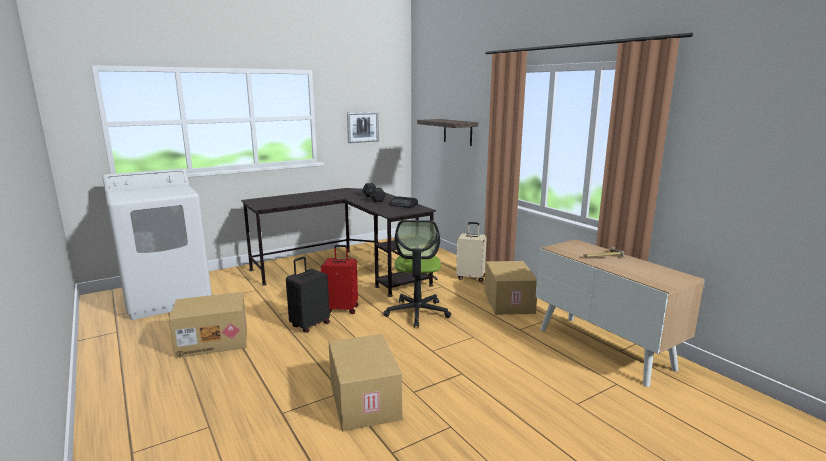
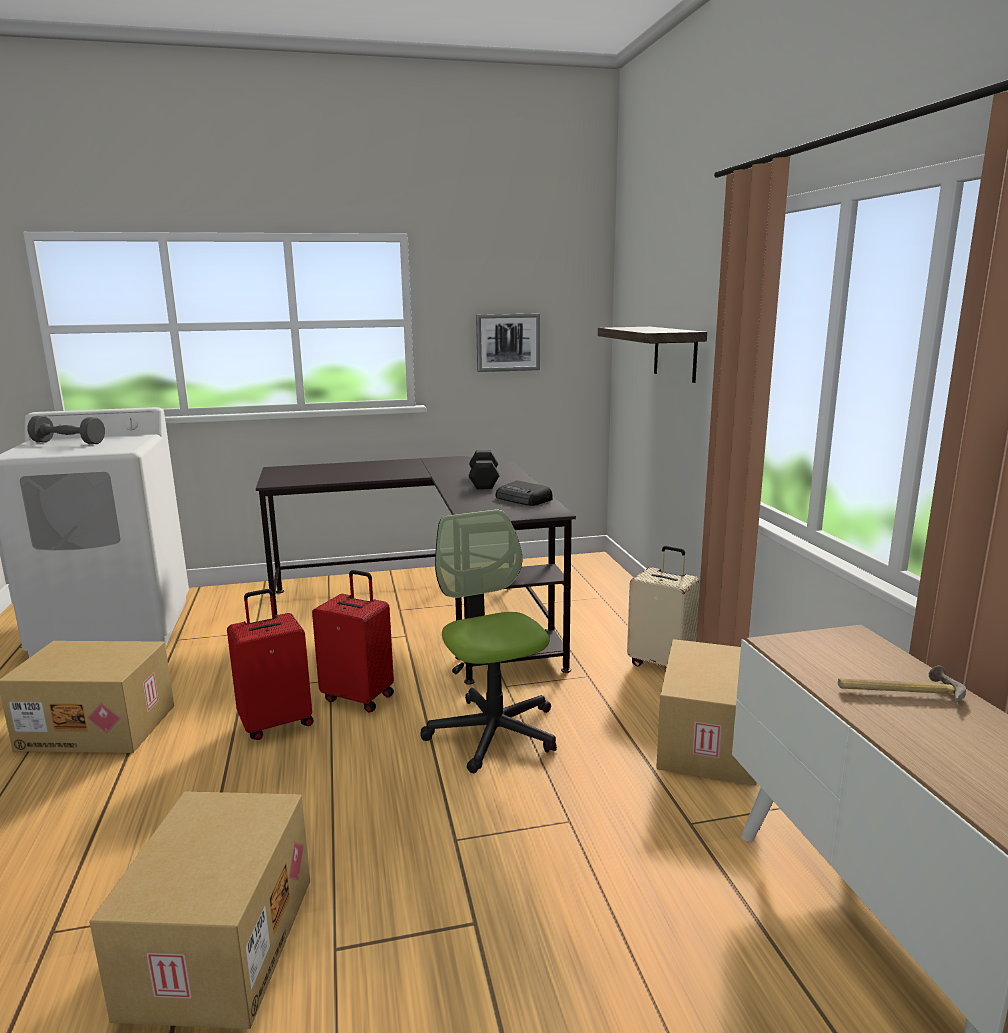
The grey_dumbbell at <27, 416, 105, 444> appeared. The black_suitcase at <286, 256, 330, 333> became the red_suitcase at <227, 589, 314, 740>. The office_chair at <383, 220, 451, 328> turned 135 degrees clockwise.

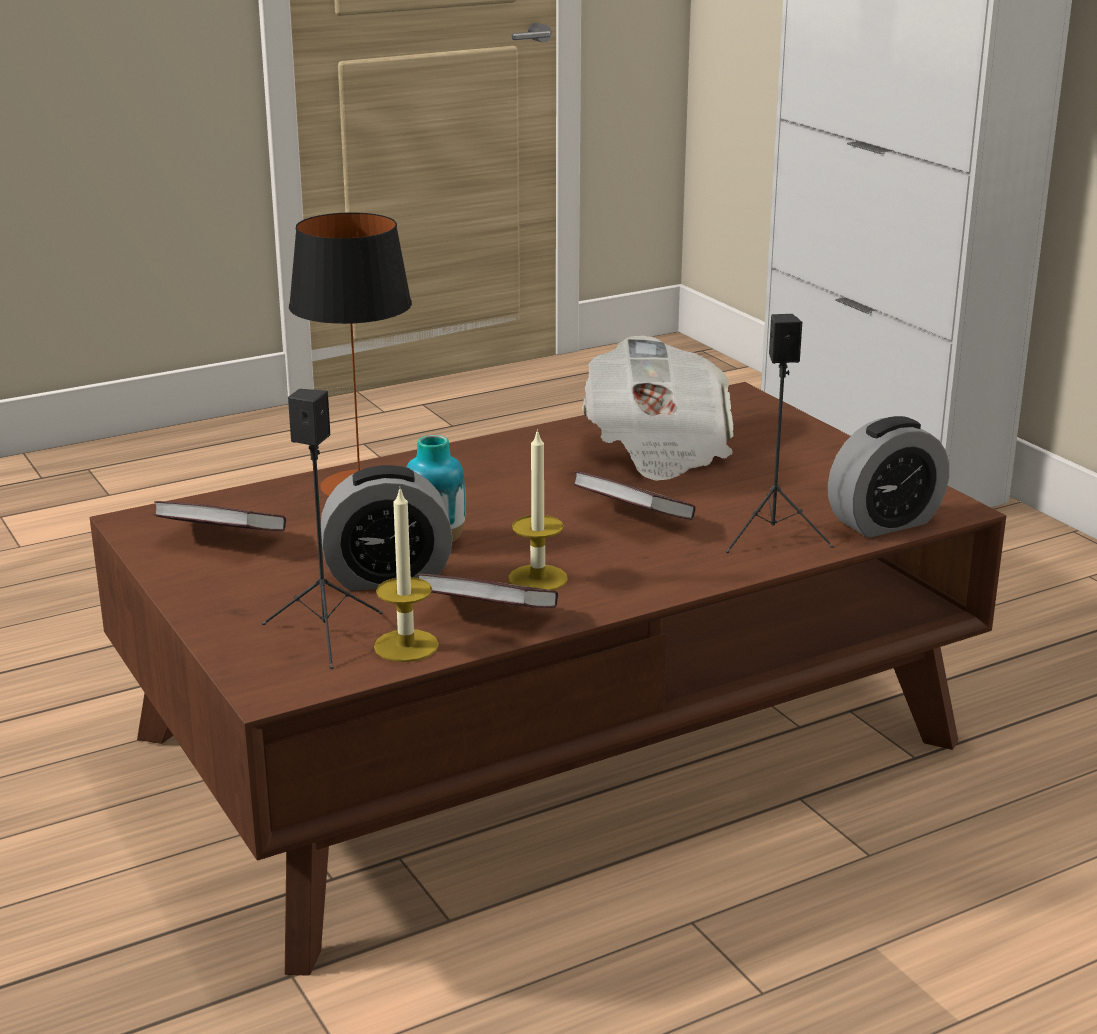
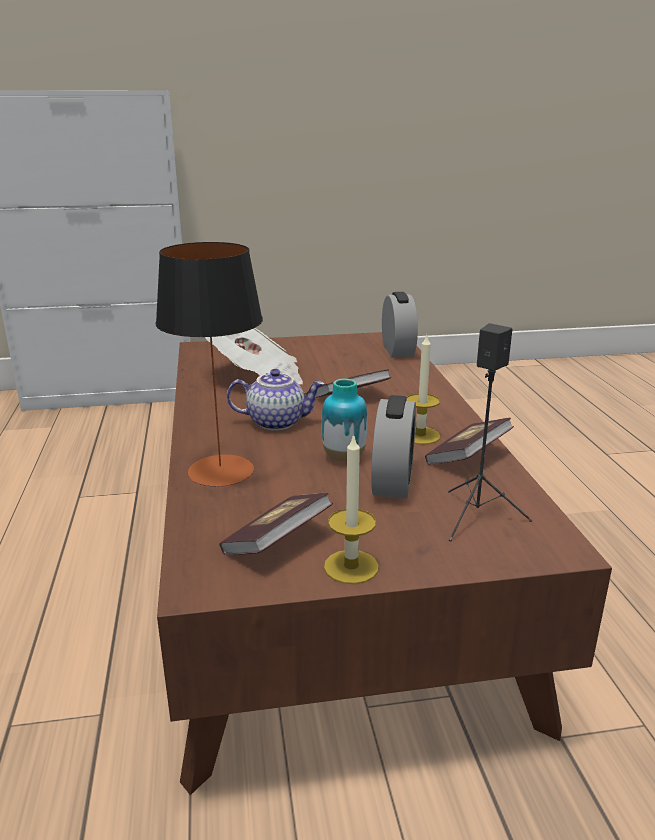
The black_speaker at <726, 314, 834, 553> disappeared. The teapot at <227, 369, 325, 431> appeared. The candle moved from <374, 486, 439, 662> to <324, 433, 379, 584>.

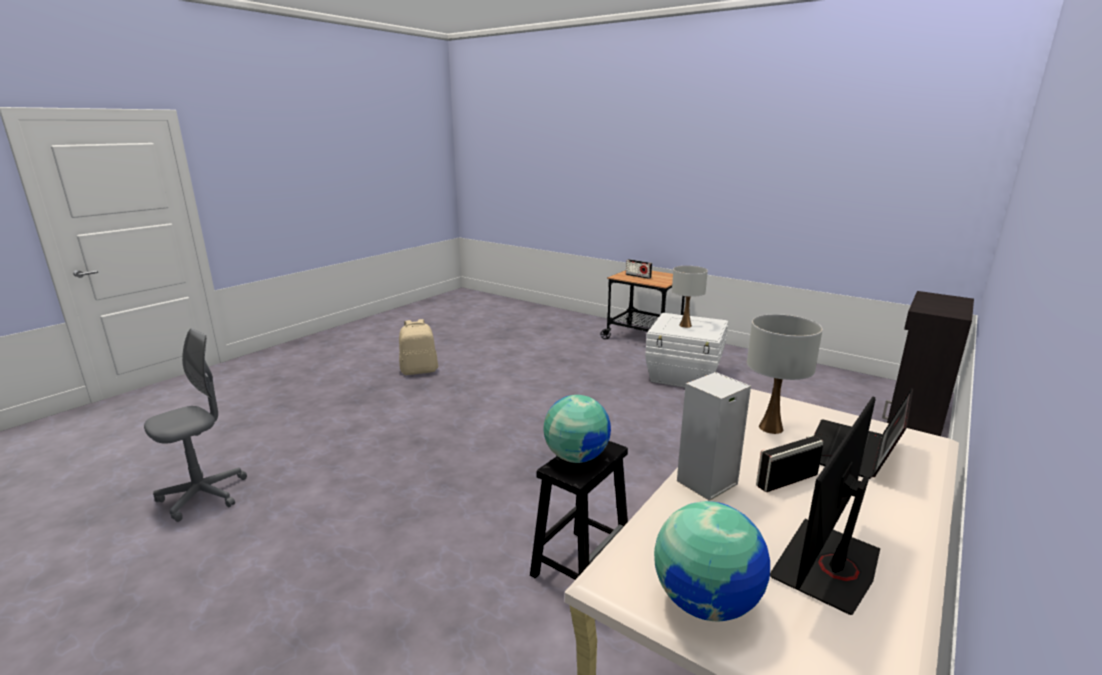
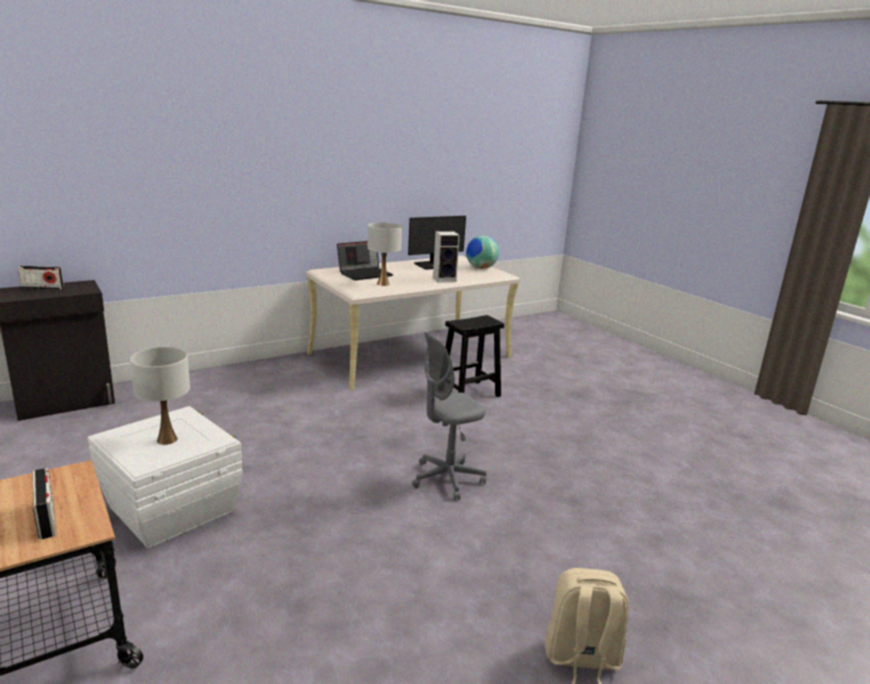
The globe at <543, 395, 611, 463> disappeared. The grey_office_chair moved from <144, 328, 247, 522> to <412, 332, 487, 500>. The radio moved from <756, 435, 823, 492> to <18, 266, 64, 290>.

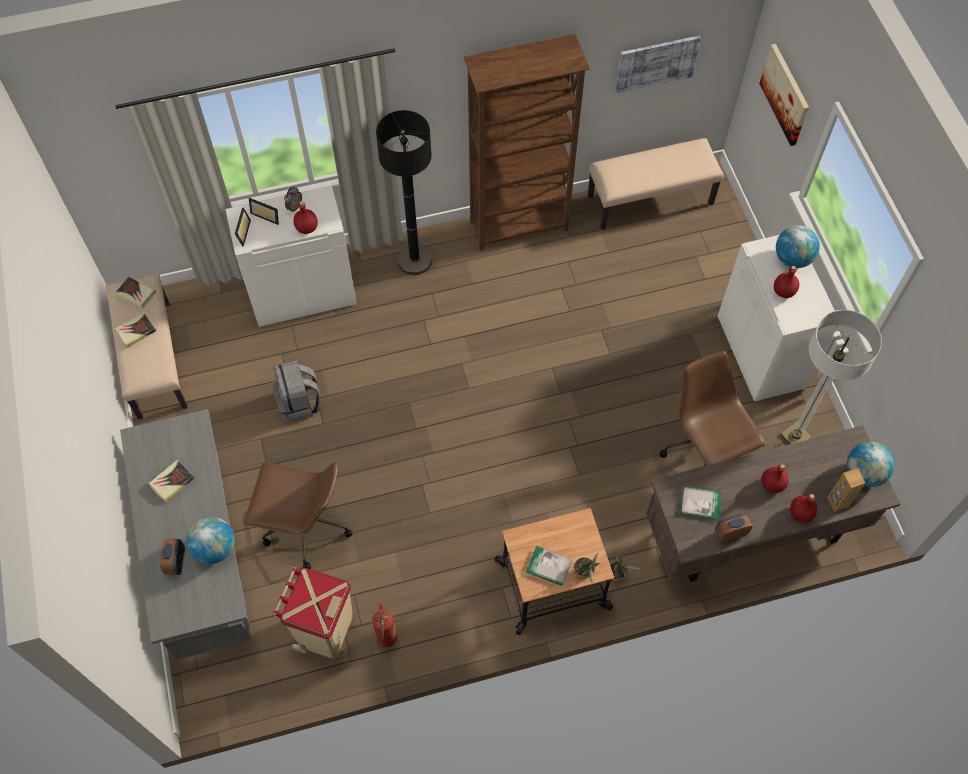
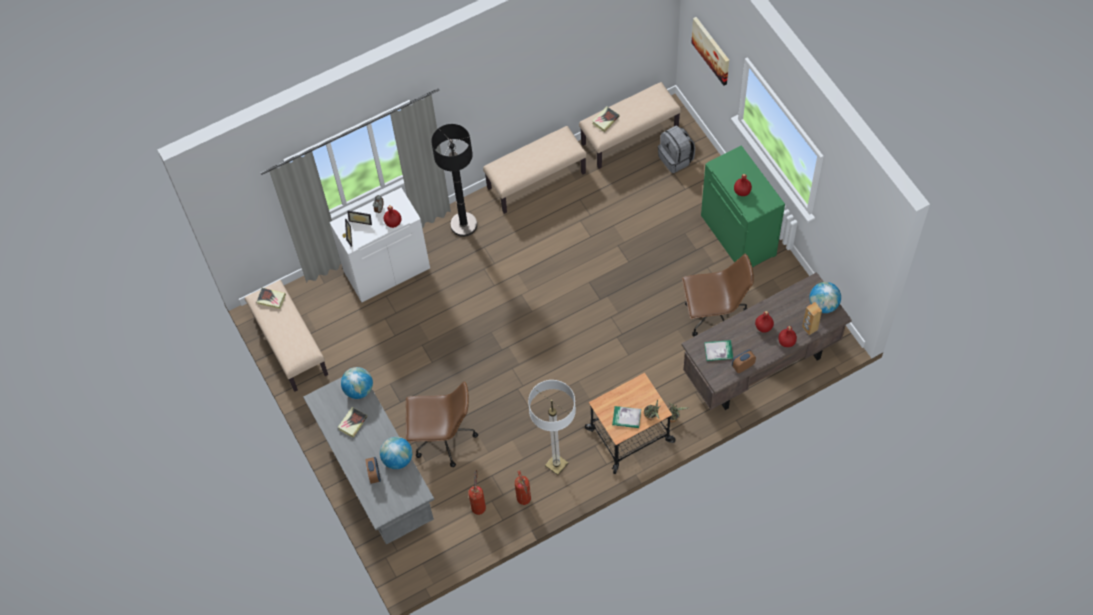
The picture at <615, 36, 701, 93> disappeared. The book moved from <115, 313, 156, 348> to <592, 107, 619, 132>. The grey_backpack moved from <272, 360, 320, 423> to <658, 125, 695, 173>. The globe moved from <776, 225, 820, 268> to <341, 367, 373, 399>. The floor_lamp moved from <780, 310, 882, 444> to <528, 380, 576, 475>. The beige_trash_can at <273, 567, 352, 659> was replaced by the fire_extinguisher at <468, 470, 486, 515>. The brown_bookcase at <464, 34, 590, 251> was replaced by the beige_bench at <483, 126, 587, 214>. The white_cabinet at <718, 235, 838, 402> became the green_cabinet at <701, 145, 785, 267>. The brown_office_chair at <660, 351, 766, 466> turned 120 degrees clockwise.

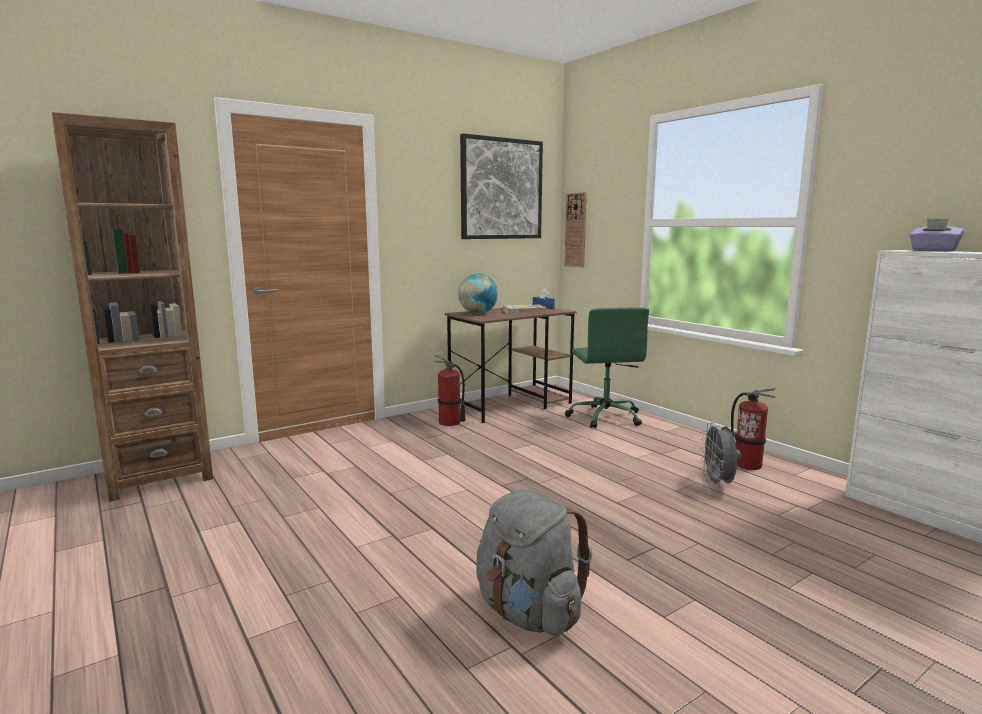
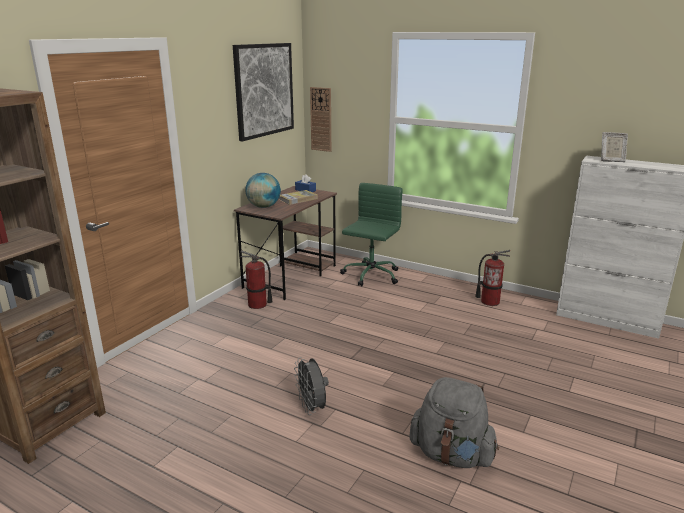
The grey_fan moved from <700, 423, 741, 487> to <294, 357, 329, 415>. The purple_tissue_box at <910, 218, 964, 252> was replaced by the picture_frame at <601, 132, 628, 162>. The green_office_chair at <565, 307, 649, 428> turned 120 degrees counterclockwise.

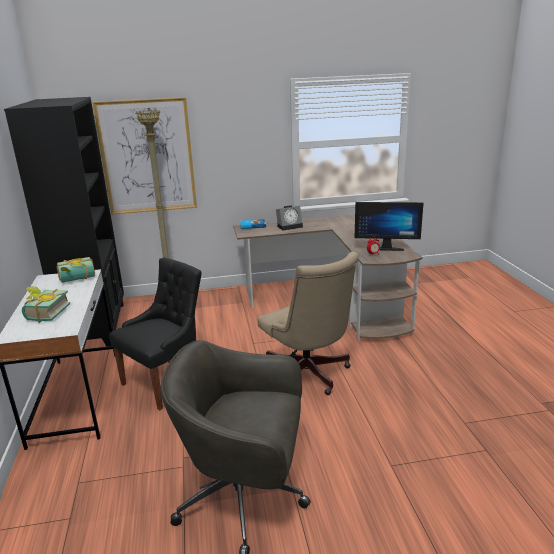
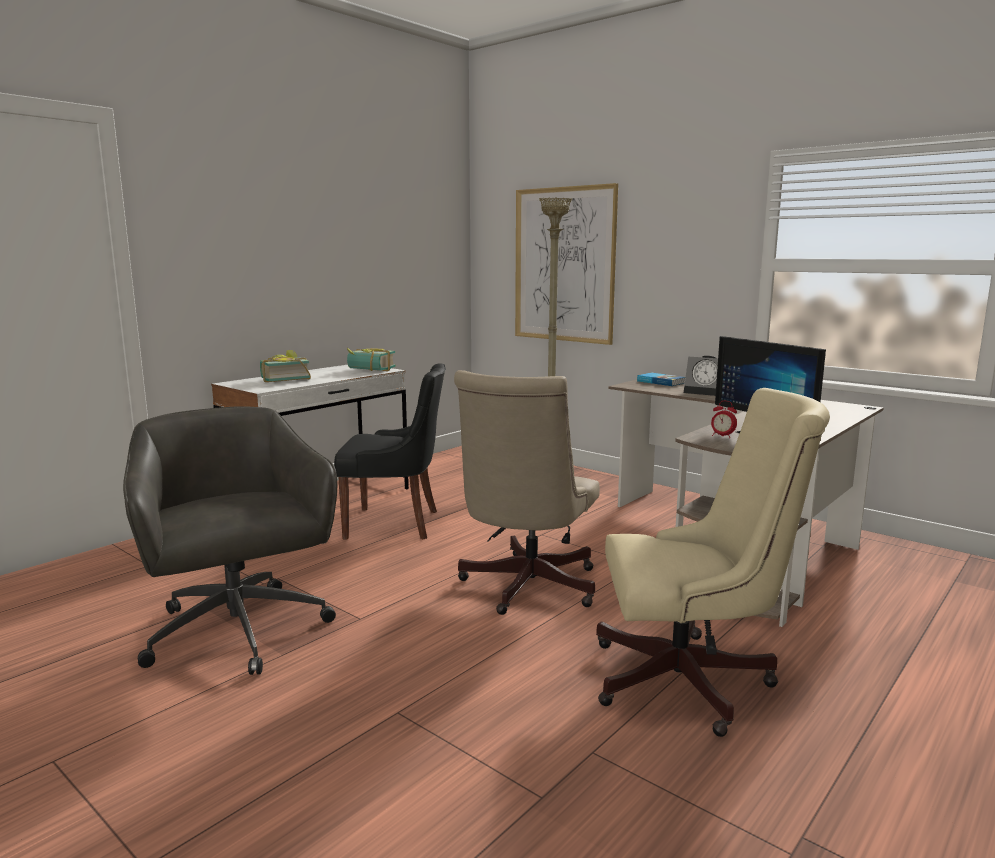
The black_bookcase at <4, 97, 124, 347> disappeared. The beige_office_chair at <596, 388, 830, 737> appeared.

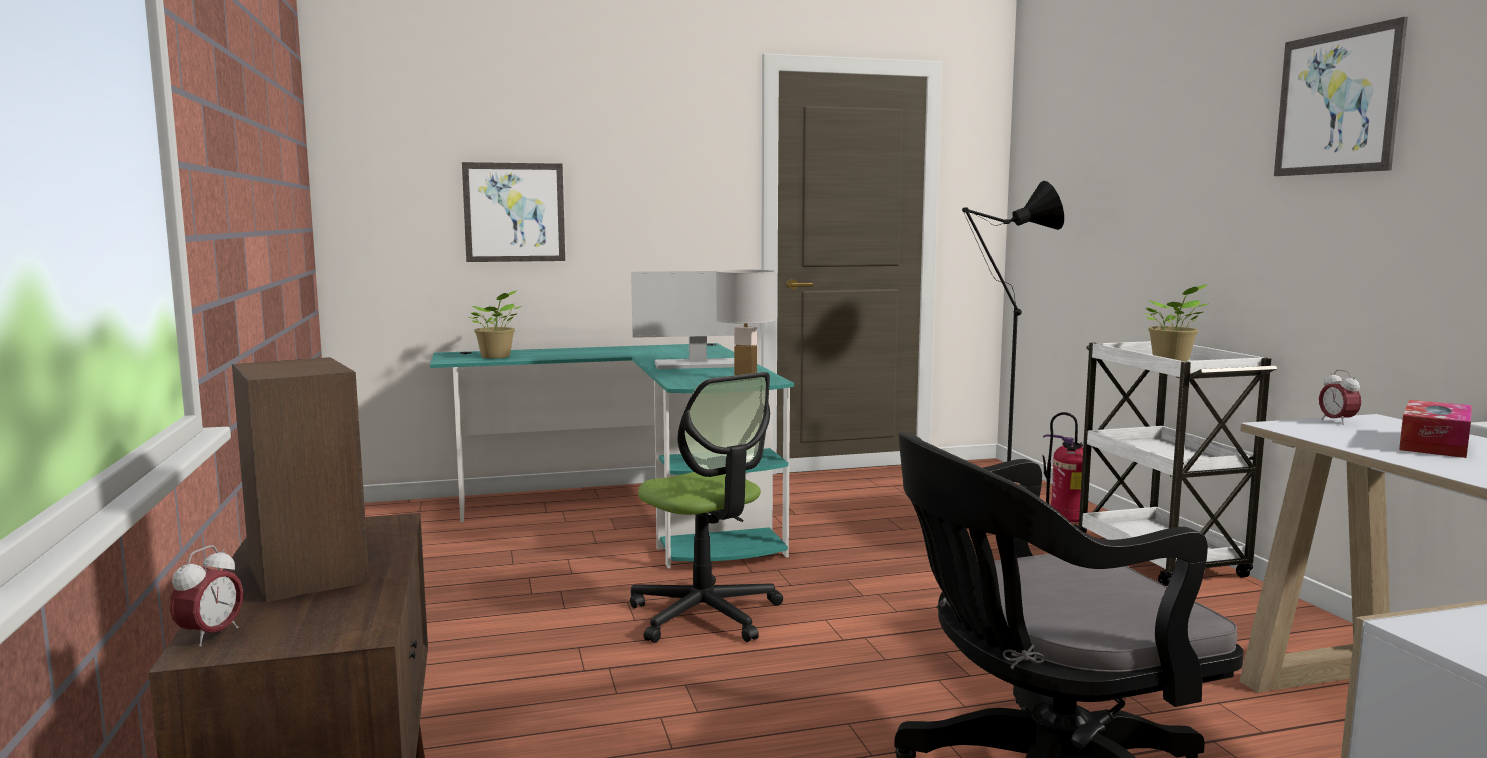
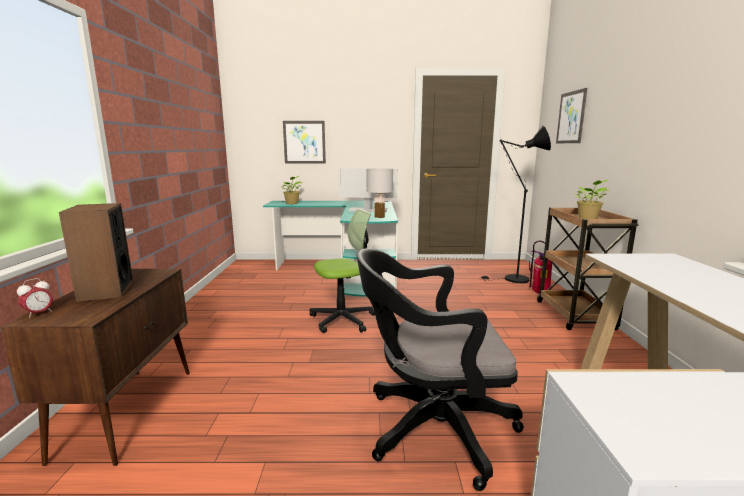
The alarm_clock at <1319, 369, 1361, 425> disappeared. The tissue_box at <1399, 400, 1472, 458> disappeared. The picture moved from <1274, 17, 1408, 176> to <556, 88, 587, 143>. The white_cart at <1073, 341, 1277, 586> became the brown_cart at <537, 207, 638, 330>. The office_chair at <630, 372, 783, 643> turned 90 degrees counterclockwise.

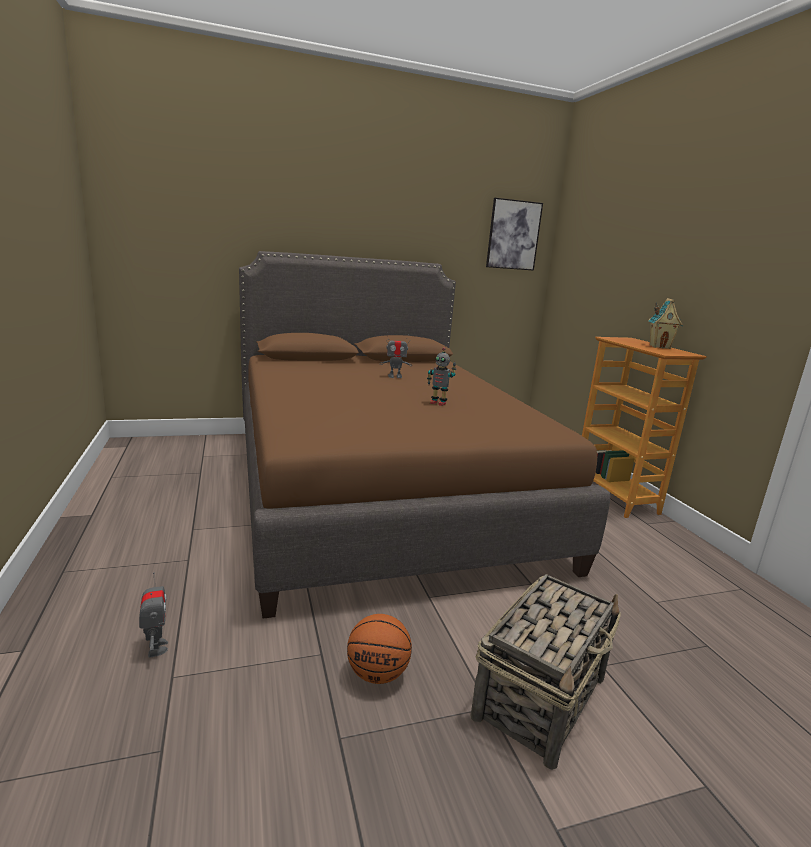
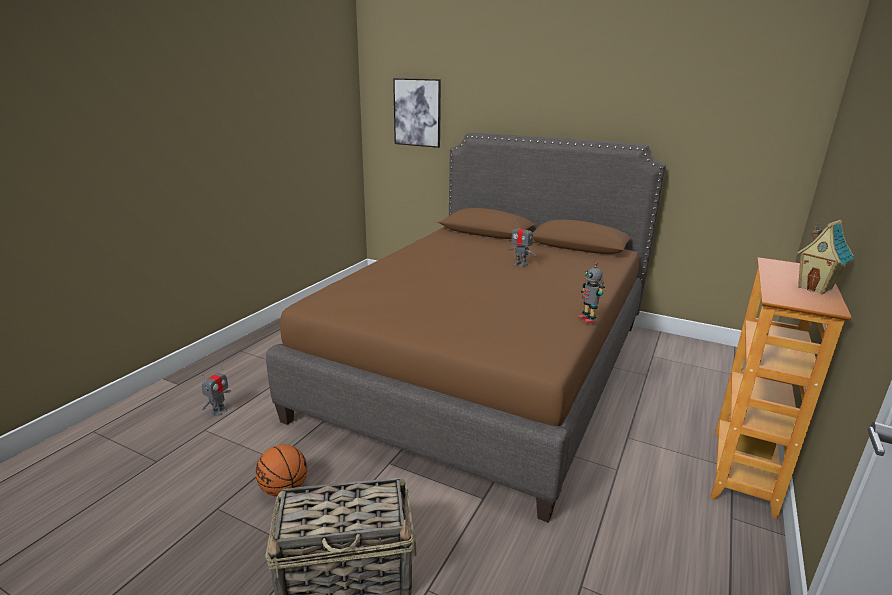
The toy_robot moved from <427, 348, 457, 406> to <579, 262, 605, 324>. The picture moved from <486, 198, 543, 271> to <393, 78, 441, 148>.

